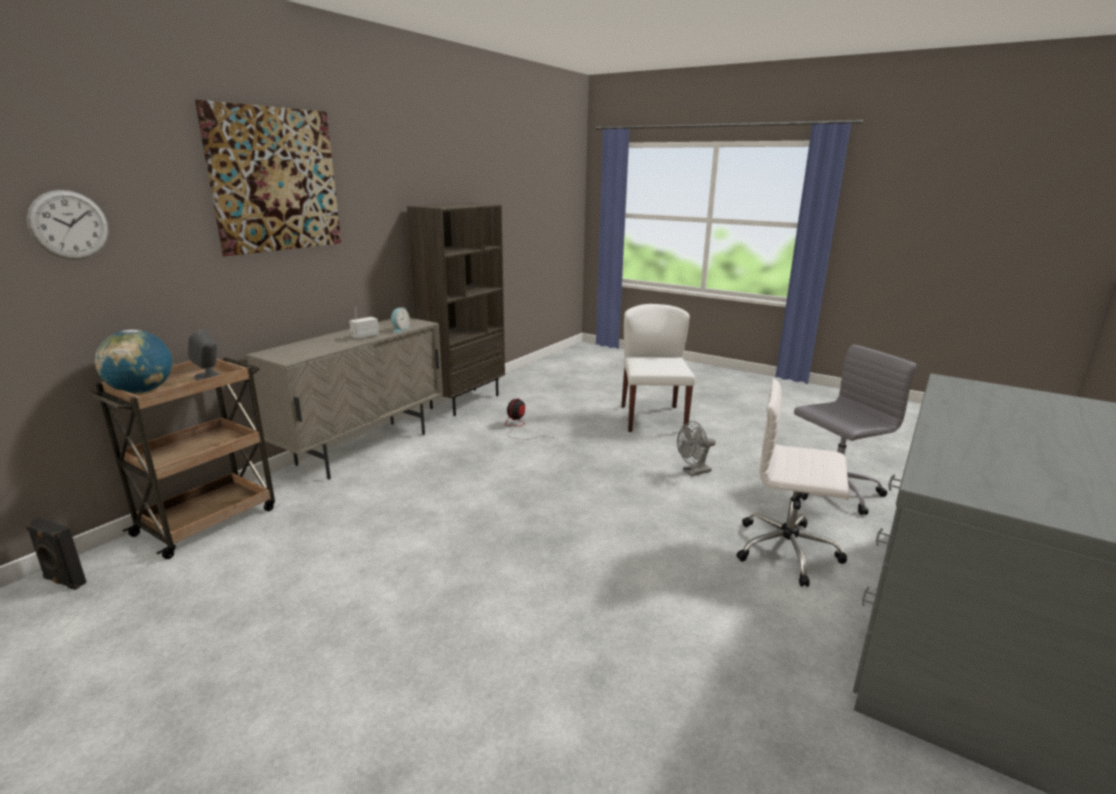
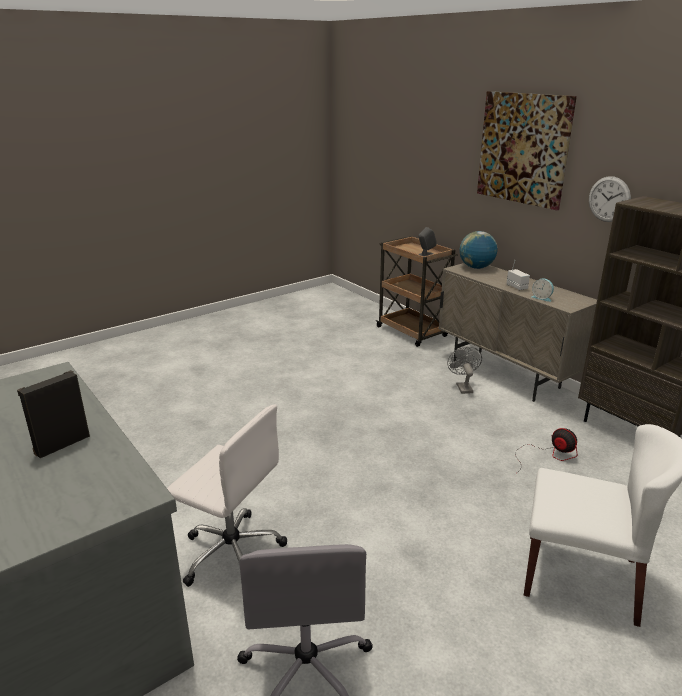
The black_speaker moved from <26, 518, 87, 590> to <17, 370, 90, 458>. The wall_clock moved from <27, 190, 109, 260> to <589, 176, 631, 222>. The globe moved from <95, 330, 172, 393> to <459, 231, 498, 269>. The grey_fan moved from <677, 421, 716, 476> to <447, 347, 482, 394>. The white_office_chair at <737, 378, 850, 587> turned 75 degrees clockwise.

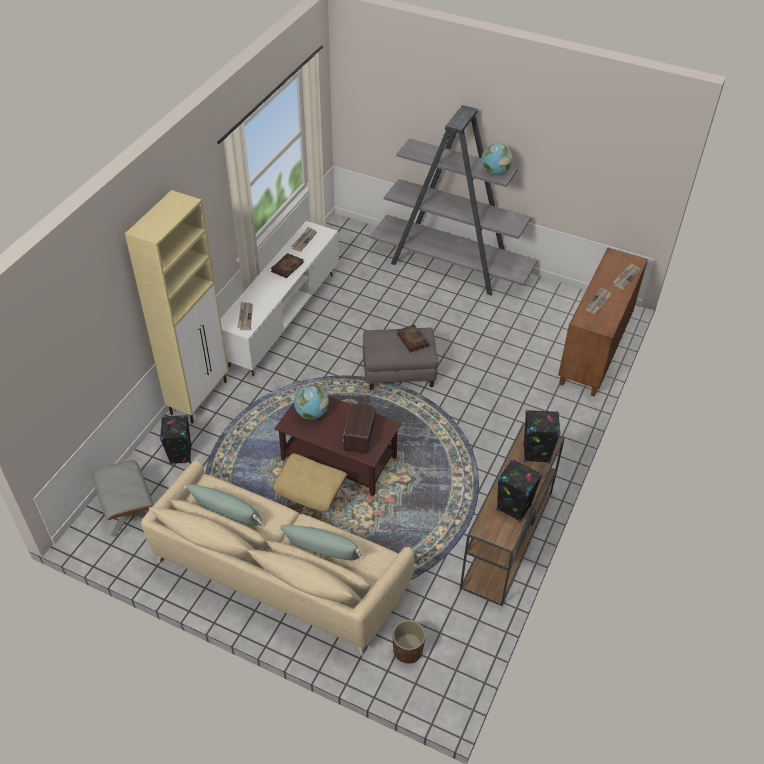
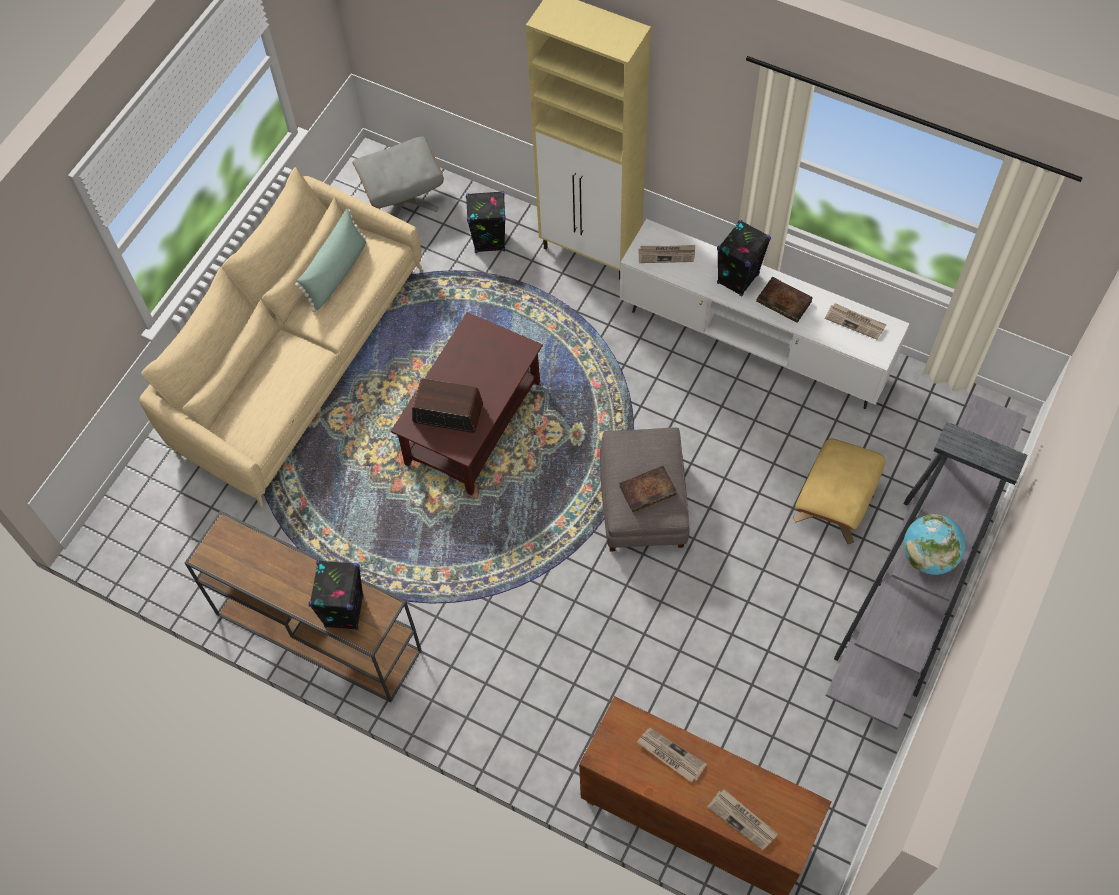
The green_pillow at <278, 525, 364, 561> disappeared. The globe at <294, 385, 329, 420> disappeared. The brown_planter at <393, 620, 425, 663> disappeared. The beige_ottoman moved from <273, 453, 348, 521> to <793, 438, 885, 544>. The black_speaker moved from <496, 459, 542, 522> to <717, 220, 771, 297>.

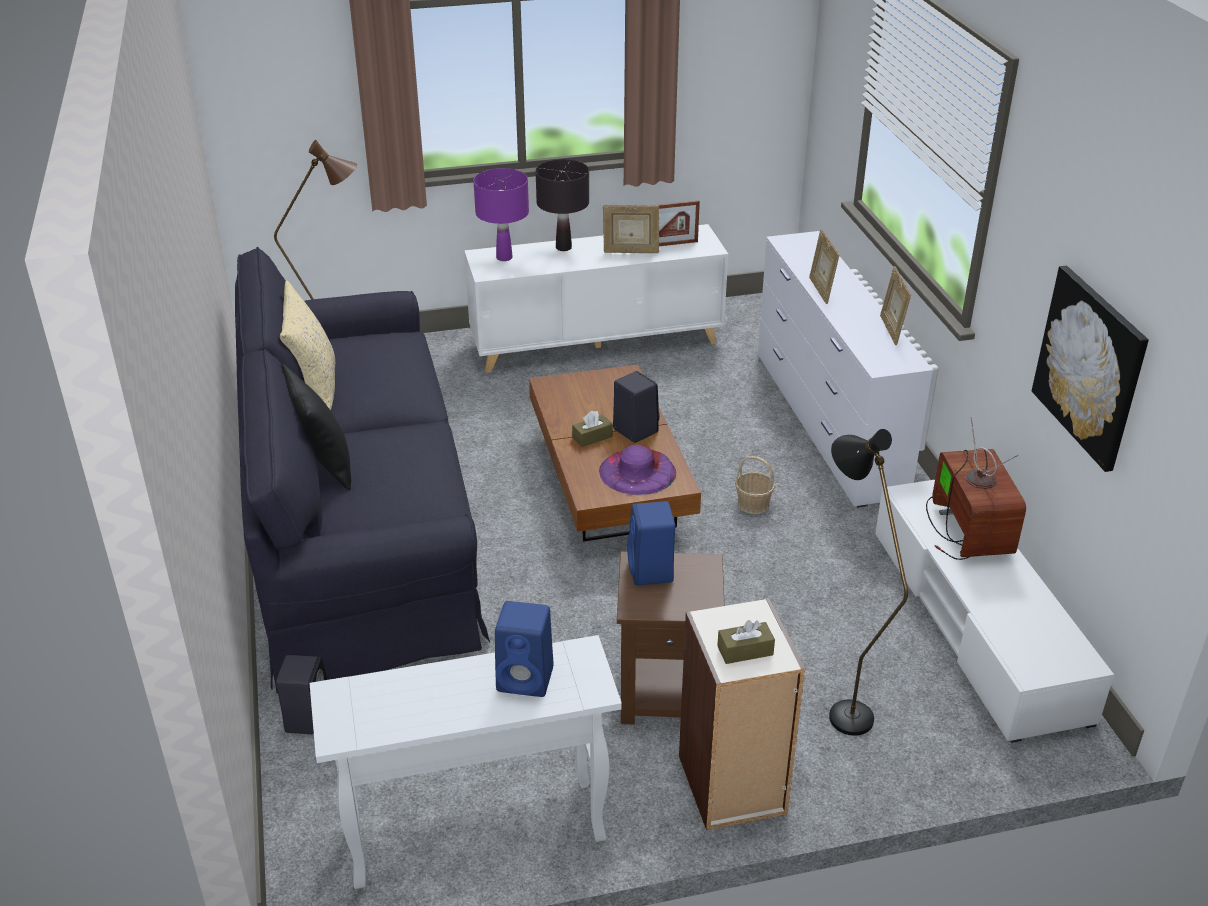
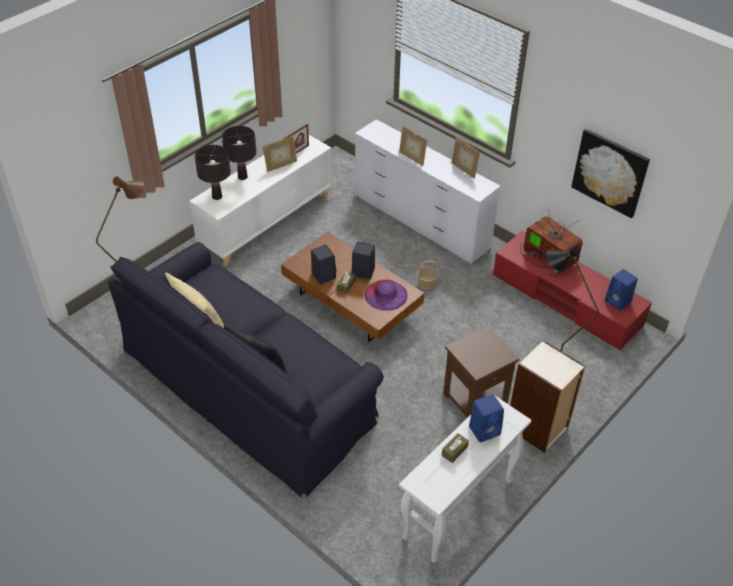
The black_speaker moved from <276, 655, 327, 734> to <311, 244, 337, 284>. The blue_speaker moved from <627, 501, 675, 585> to <605, 269, 638, 310>. The brown_tissue_box moved from <717, 620, 775, 664> to <442, 433, 469, 463>. The purple_table_lamp at <474, 168, 529, 261> became the black_table_lamp at <195, 145, 231, 200>. The white_tv_stand at <875, 480, 1114, 743> became the red_tv_stand at <493, 230, 652, 350>.

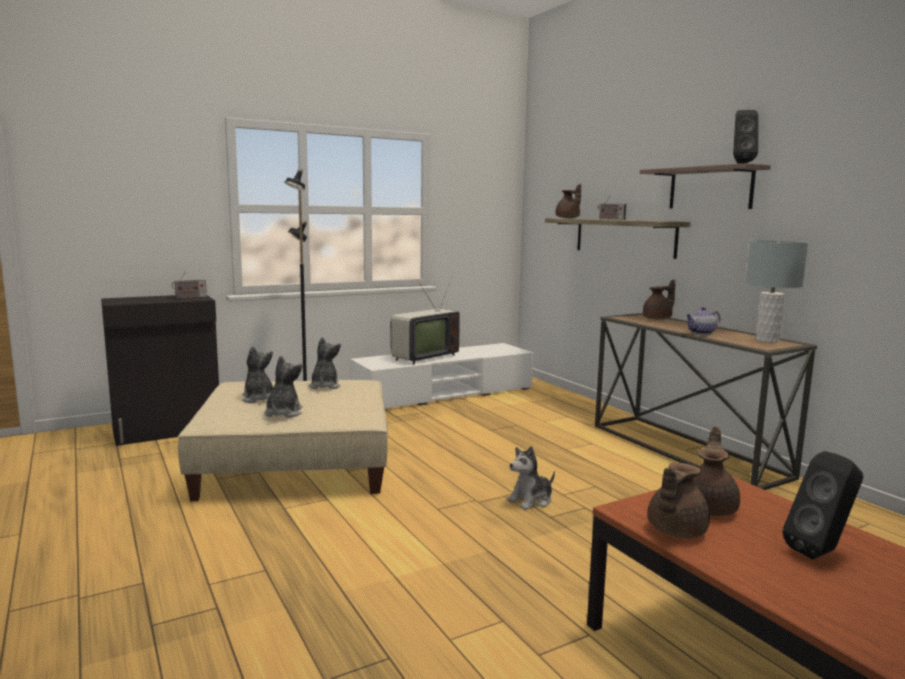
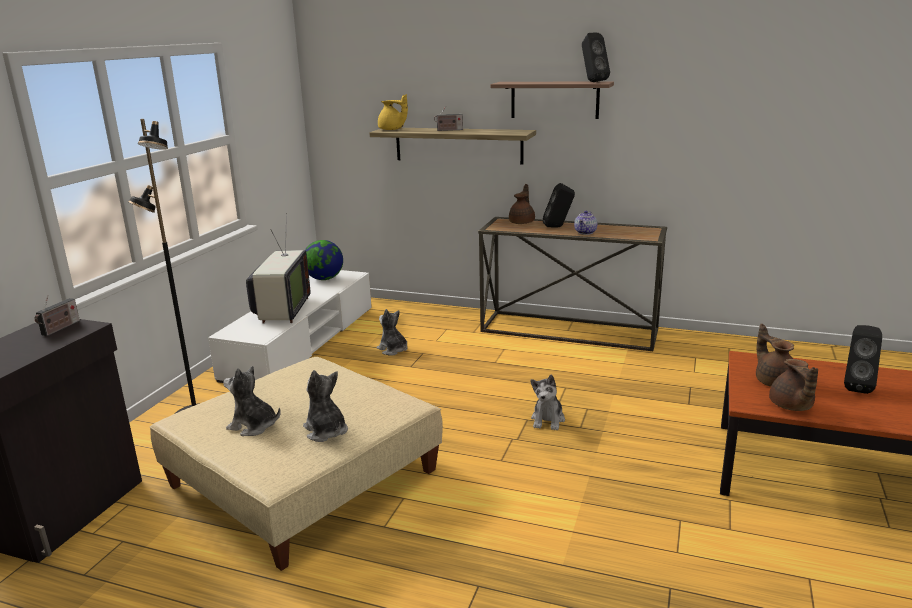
The grey_table_lamp at <745, 240, 808, 343> disappeared. The globe at <305, 240, 343, 280> appeared. The black_speaker at <543, 183, 575, 228> appeared. The plush_toy moved from <309, 337, 341, 389> to <377, 309, 408, 355>. The brown_teapot at <555, 184, 581, 218> became the yellow_teapot at <378, 94, 408, 130>.

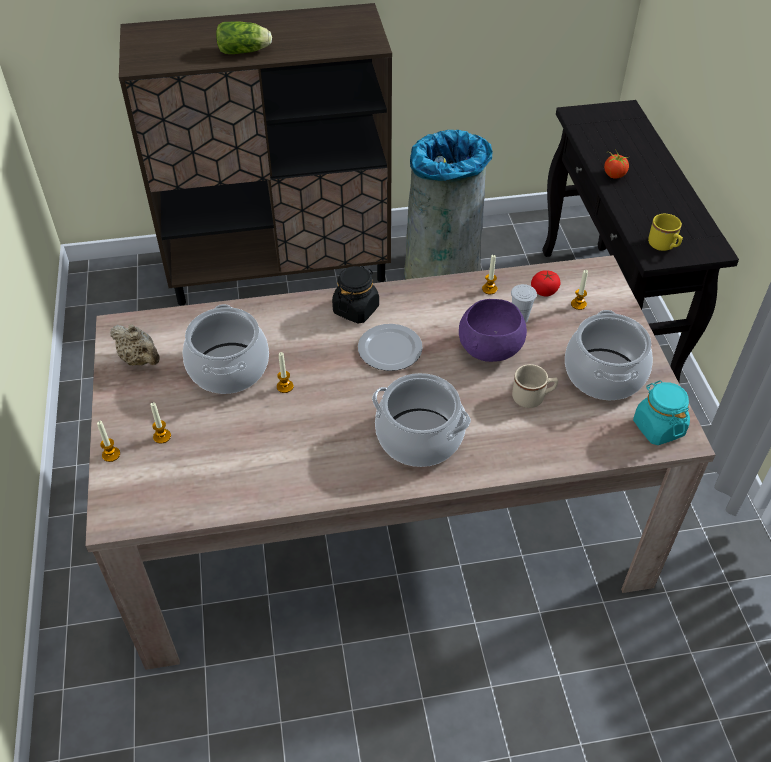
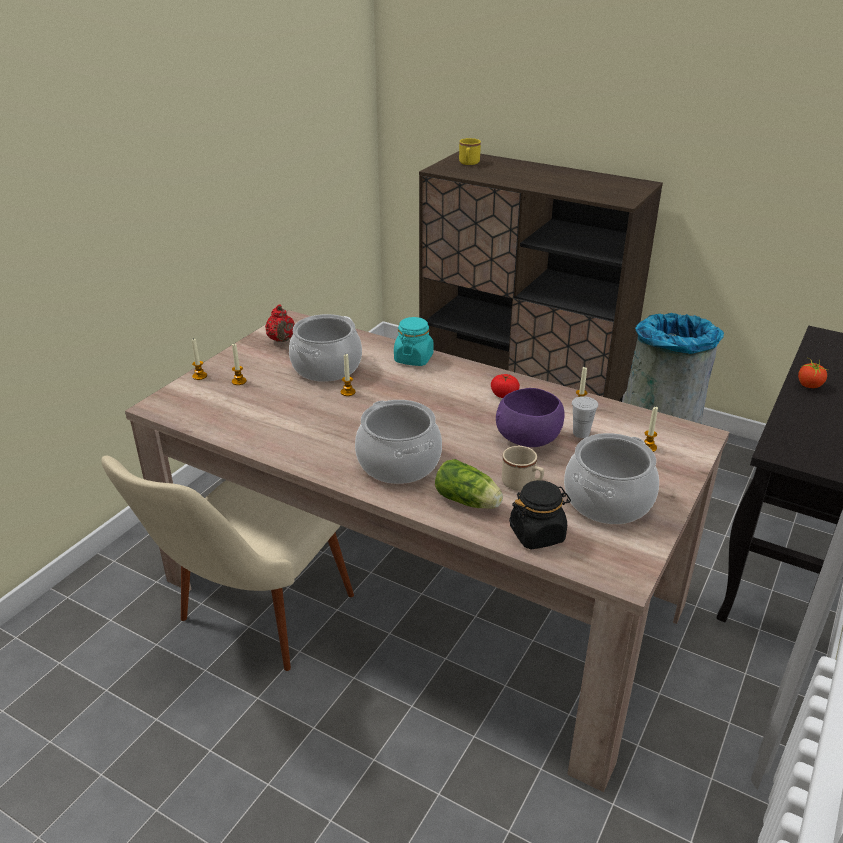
The plate at <358, 324, 423, 371> disappeared. The beige_chair at <101, 456, 354, 671> appeared. The lettuce moved from <216, 21, 272, 54> to <435, 459, 503, 509>. The black_jar moved from <332, 266, 379, 323> to <509, 480, 571, 550>. The tomato moved from <531, 270, 560, 297> to <491, 374, 520, 398>. The turquoise_jar moved from <633, 380, 690, 445> to <394, 317, 433, 366>. The yellow_mug moved from <648, 214, 683, 251> to <459, 138, 481, 165>. The beige_teapot at <110, 324, 160, 366> became the red_teapot at <265, 304, 295, 342>.

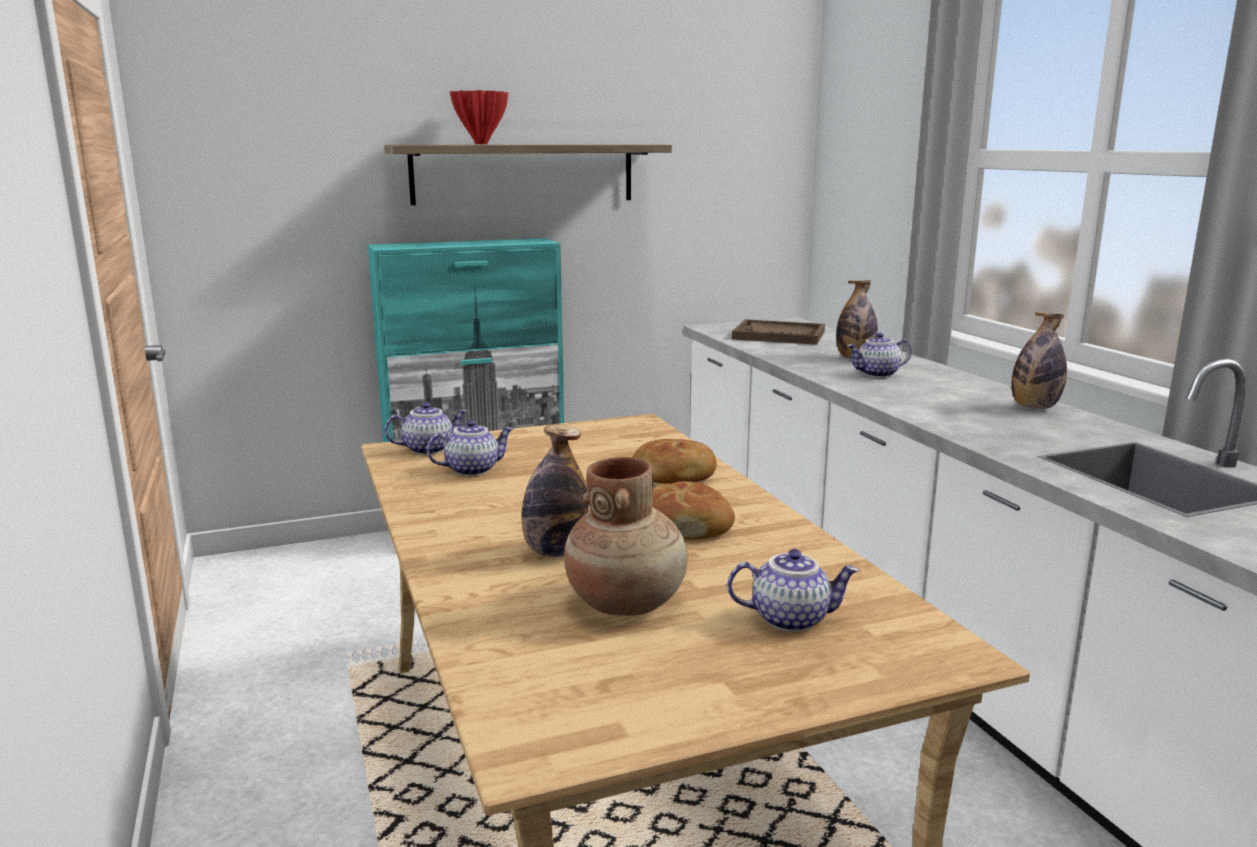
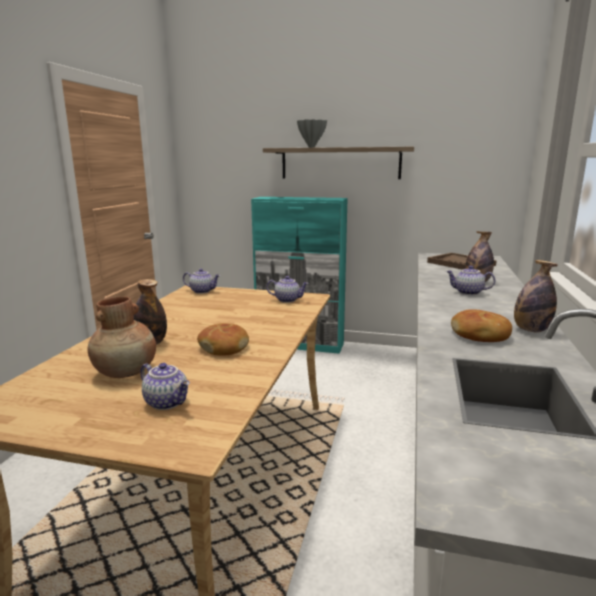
The teapot moved from <427, 420, 514, 476> to <267, 276, 309, 303>. The bread moved from <633, 439, 716, 484> to <451, 309, 512, 342>. The red_vase at <450, 90, 508, 144> became the grey_vase at <297, 119, 327, 148>.

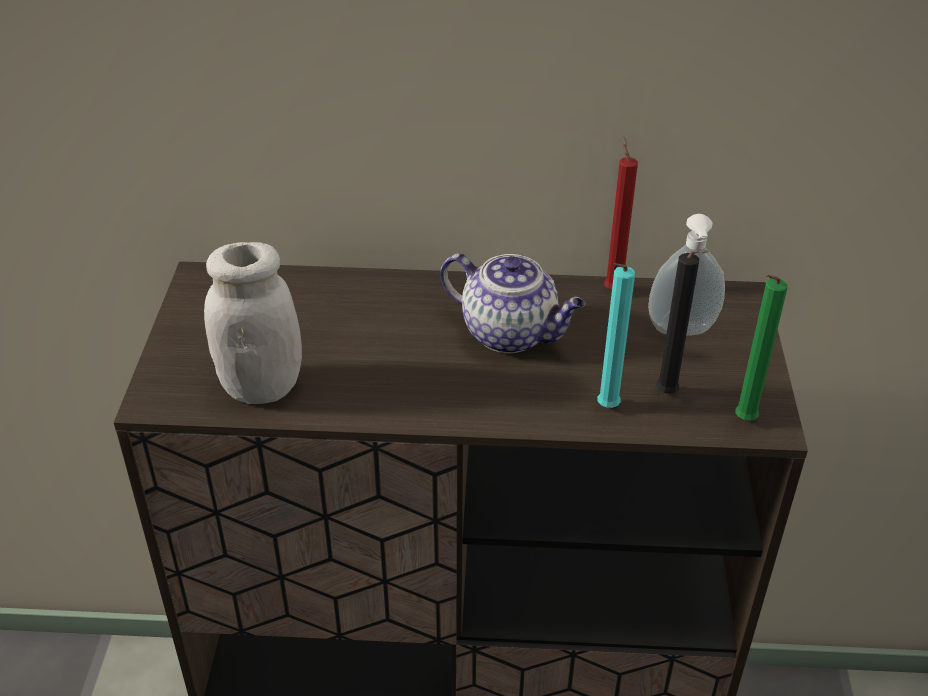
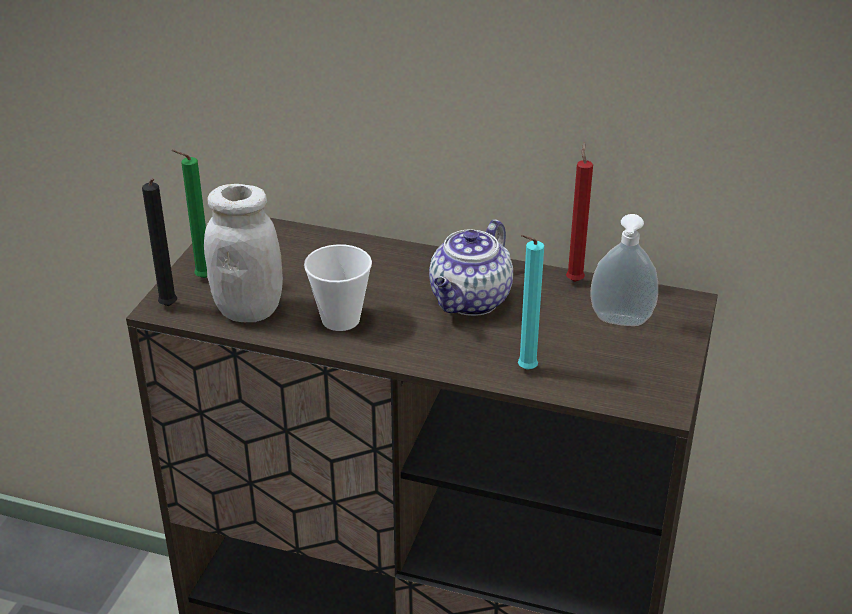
The cup at <304, 244, 372, 331> appeared. The black_candle moved from <656, 249, 709, 394> to <142, 178, 177, 306>. The green_candle moved from <735, 275, 788, 421> to <171, 150, 207, 278>. The teapot at <440, 253, 586, 353> turned 75 degrees clockwise.

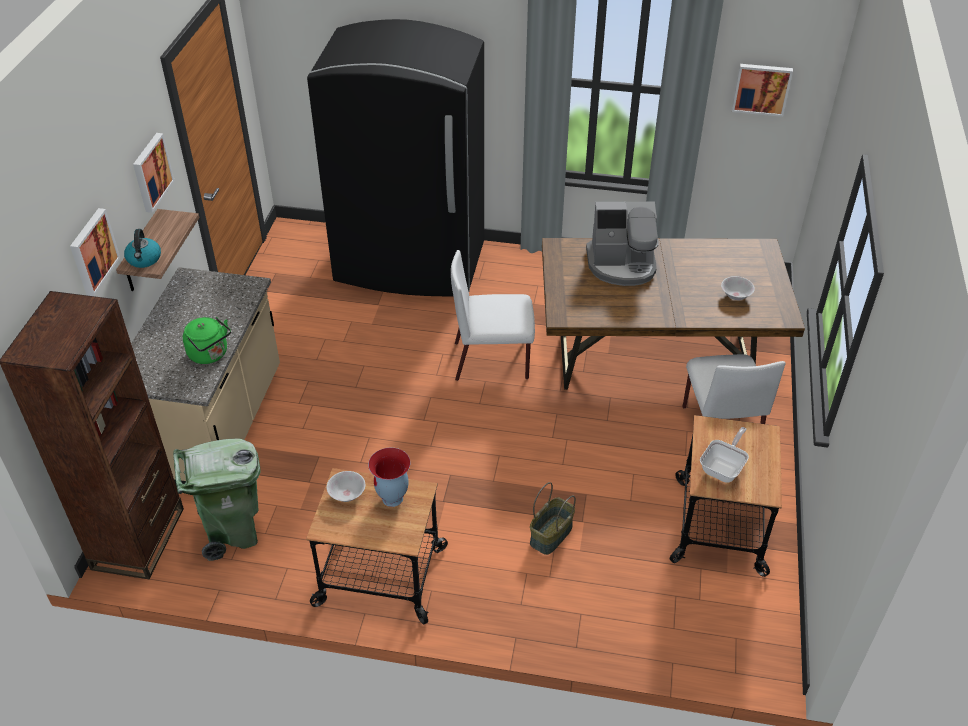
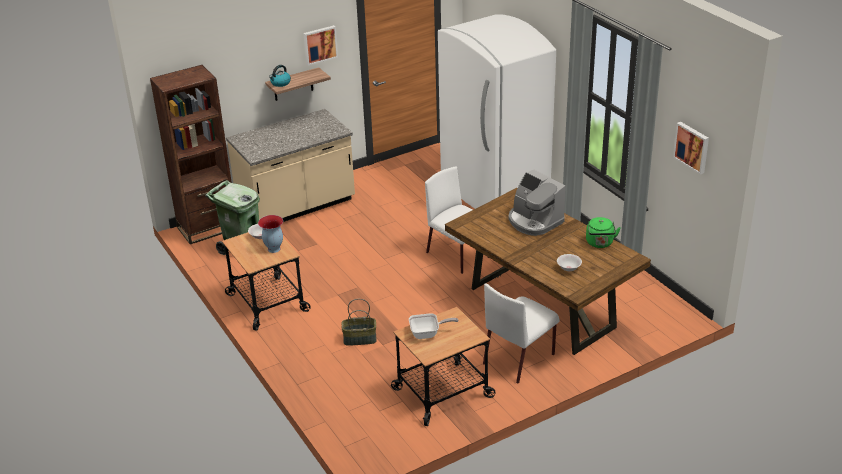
The picture at <70, 208, 120, 296> disappeared. The green_kettle moved from <183, 317, 231, 364> to <586, 217, 621, 248>. The black_fridge at <307, 19, 484, 297> became the white_fridge at <438, 14, 556, 209>.

